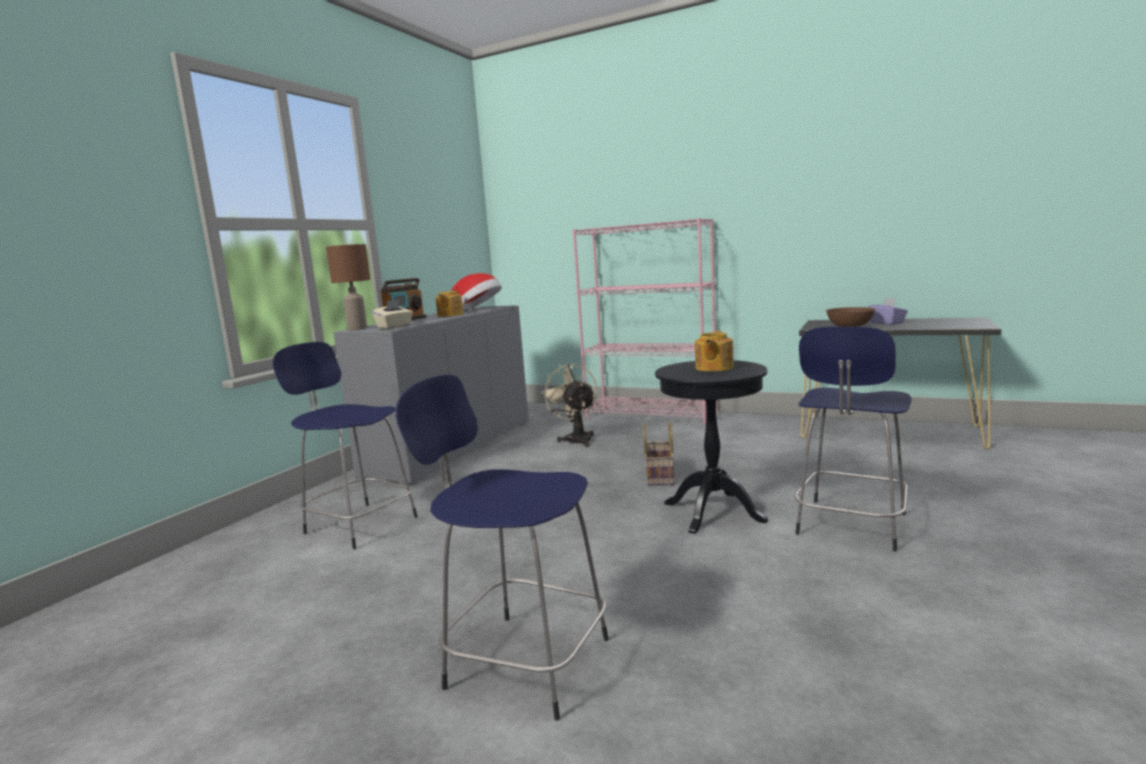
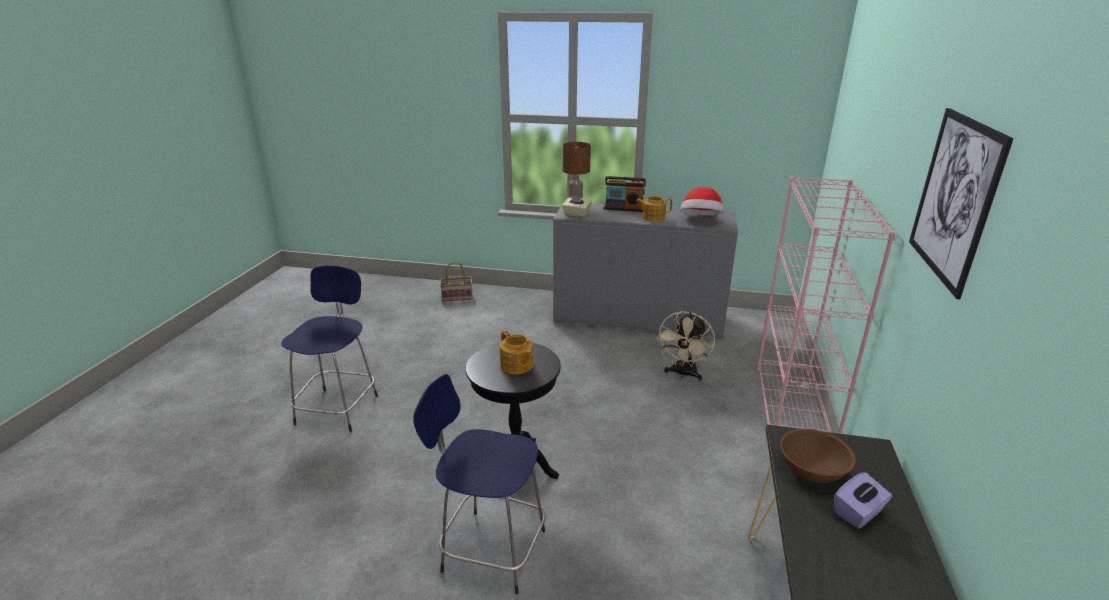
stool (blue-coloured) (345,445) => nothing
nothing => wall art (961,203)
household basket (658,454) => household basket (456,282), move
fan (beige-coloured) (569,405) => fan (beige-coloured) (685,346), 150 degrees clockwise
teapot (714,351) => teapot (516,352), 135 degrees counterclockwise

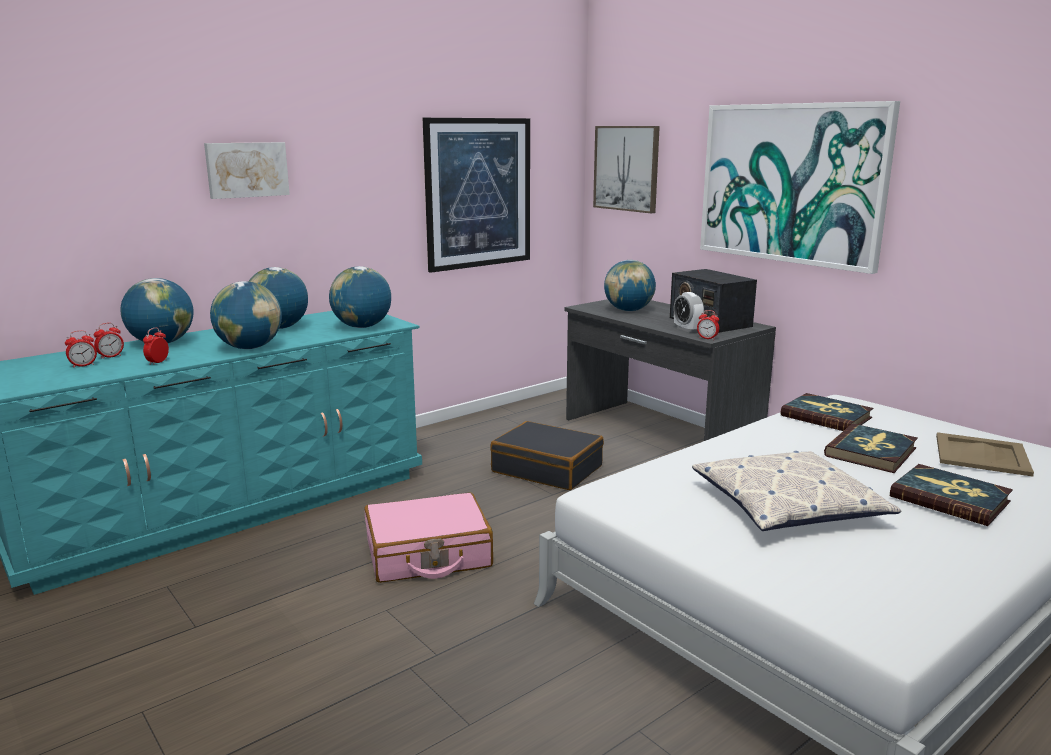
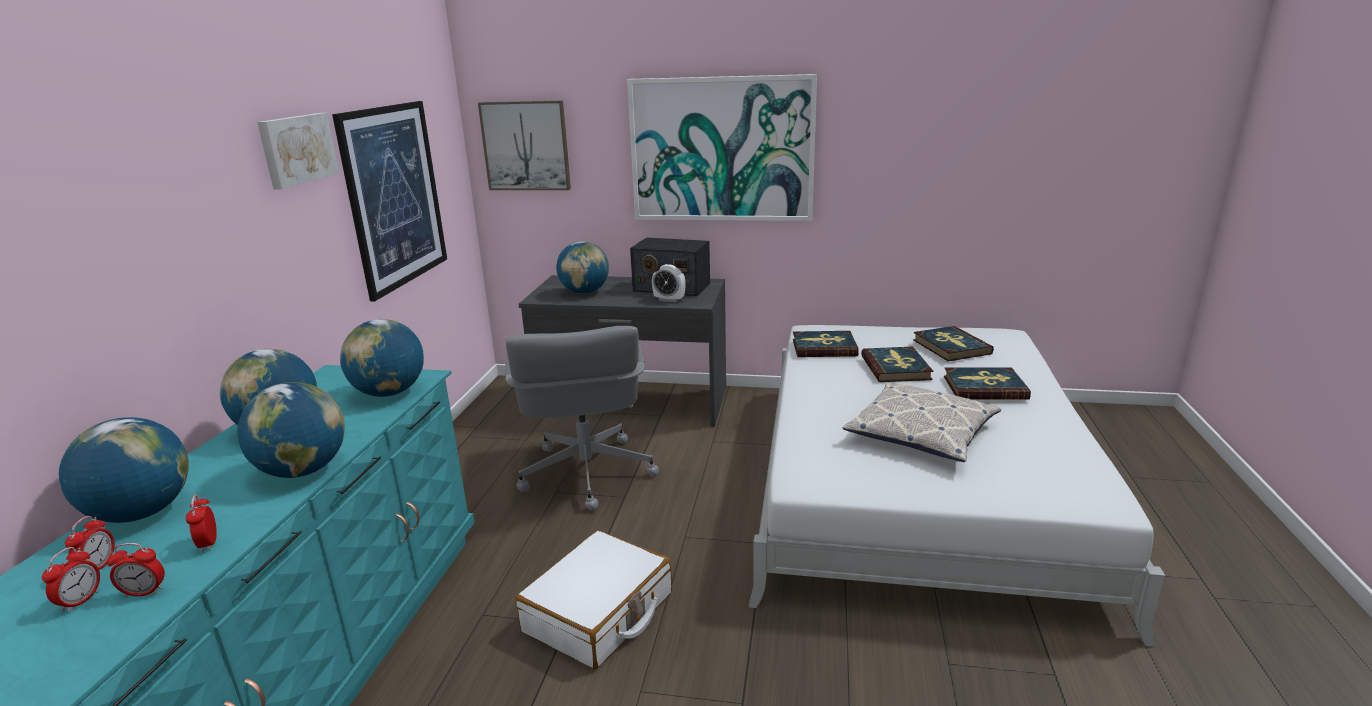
wall art (247,170) => wall art (298,151), move
alarm clock (708,325) => alarm clock (136,570), move
piece of luggage (black) (547,455) => desk chair (grey) (582,418)
tray (beige-coloured) (985,454) => book (953,343)
piece of luggage (pink-coloured) (428,537) => piece of luggage (white) (593,599)

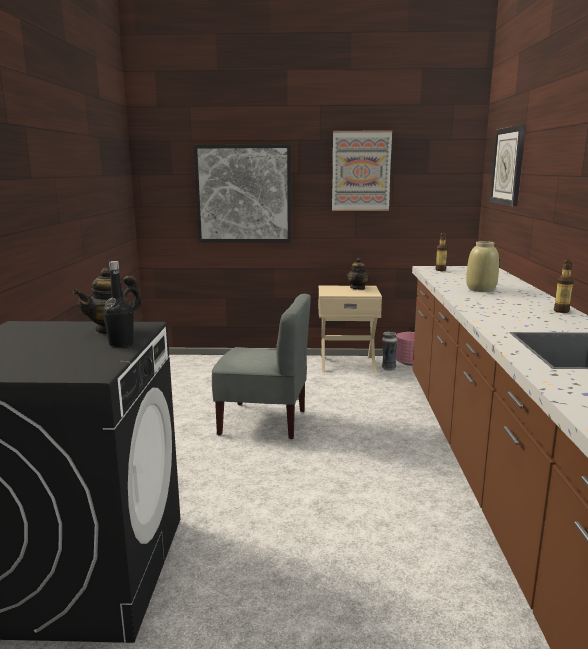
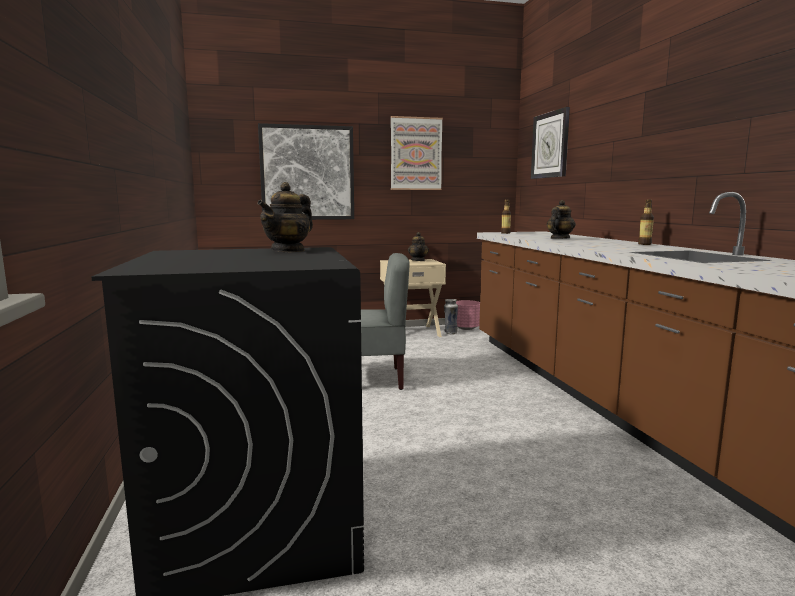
drink bottle (black) (118,304) => nothing
flower vase (beige-coloured) (482,266) => teapot (561,219)

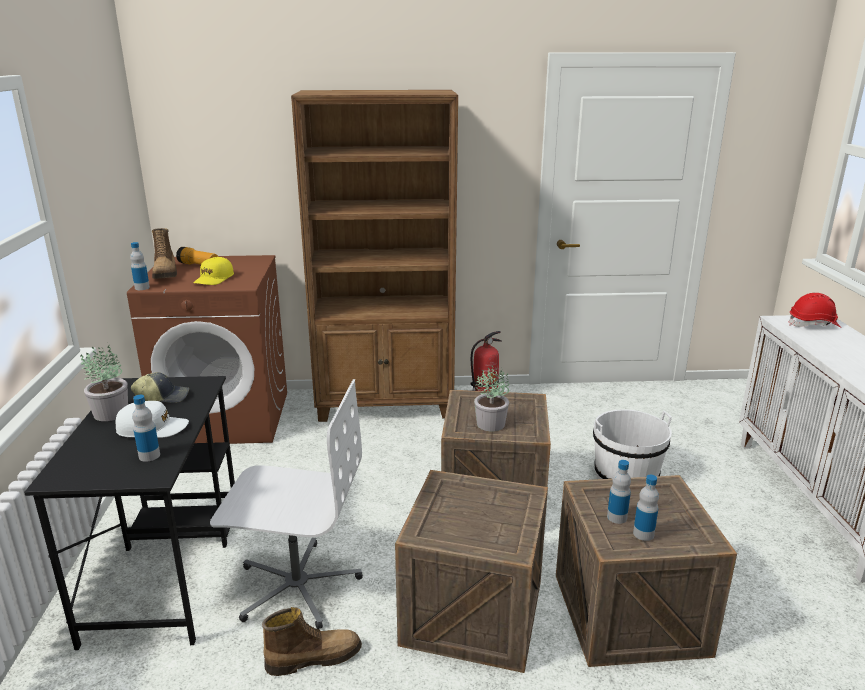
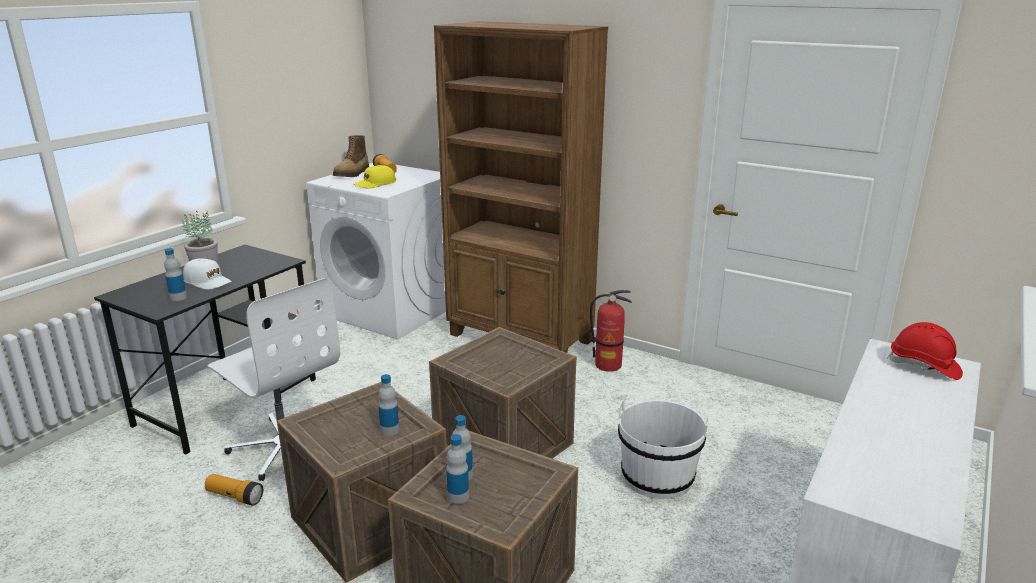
peaked cap (160,387) => nothing
plant in a pot (491,398) => nothing
drink bottle (140,266) => drink bottle (388,405), move
high-top boot (312,641) => flashlight (234,490)
washing machine (brownish) (207,349) => washing machine (white) (376,251)

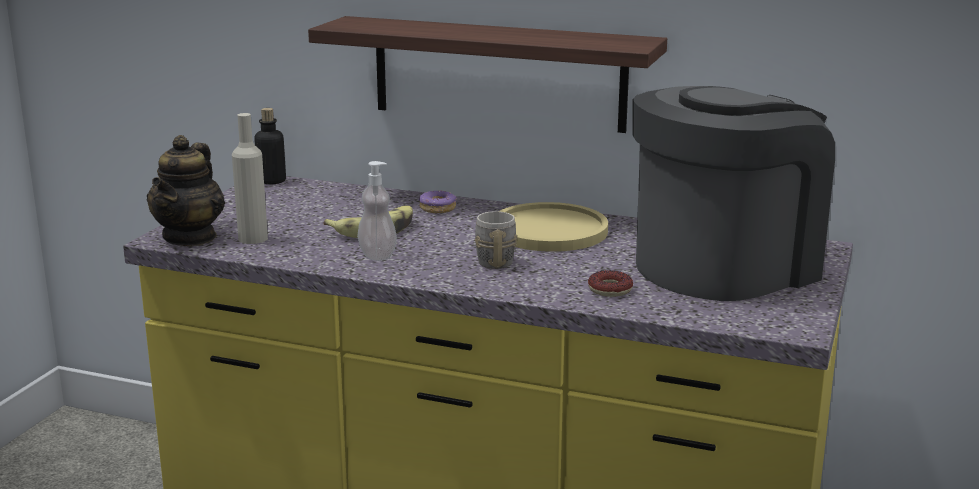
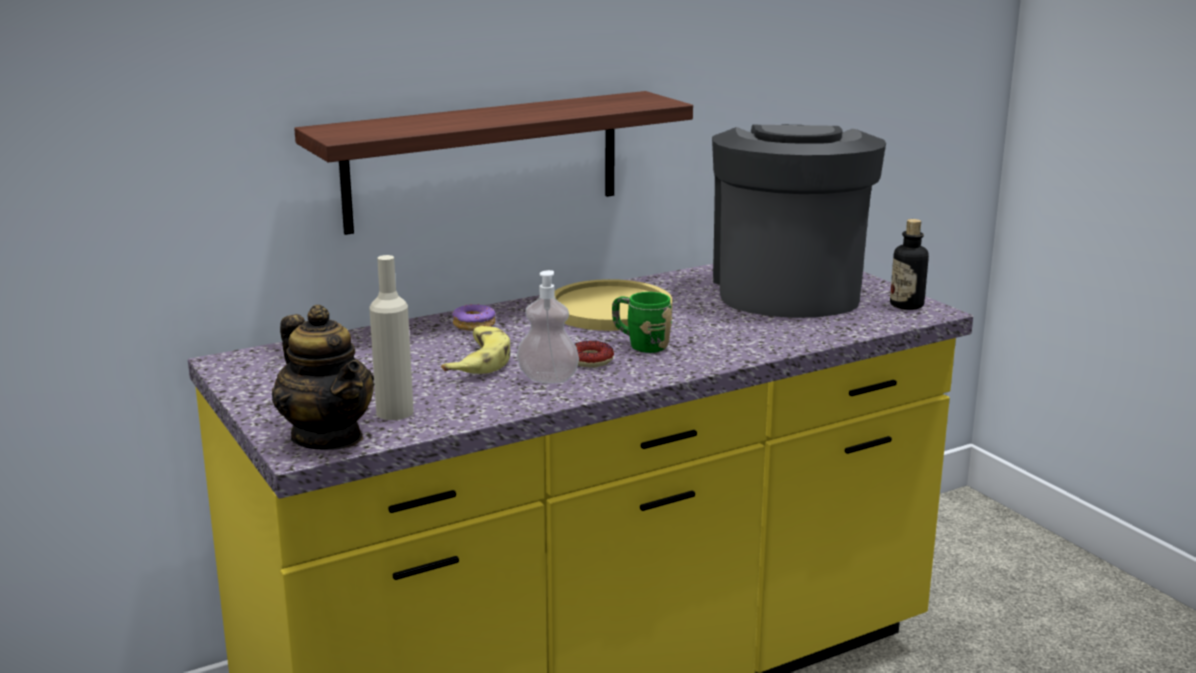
drink bottle (270,146) => drink bottle (909,264), move
ring doughnut (610,283) => ring doughnut (594,354), move
tea mug (grey) (496,240) => tea mug (green) (642,322)

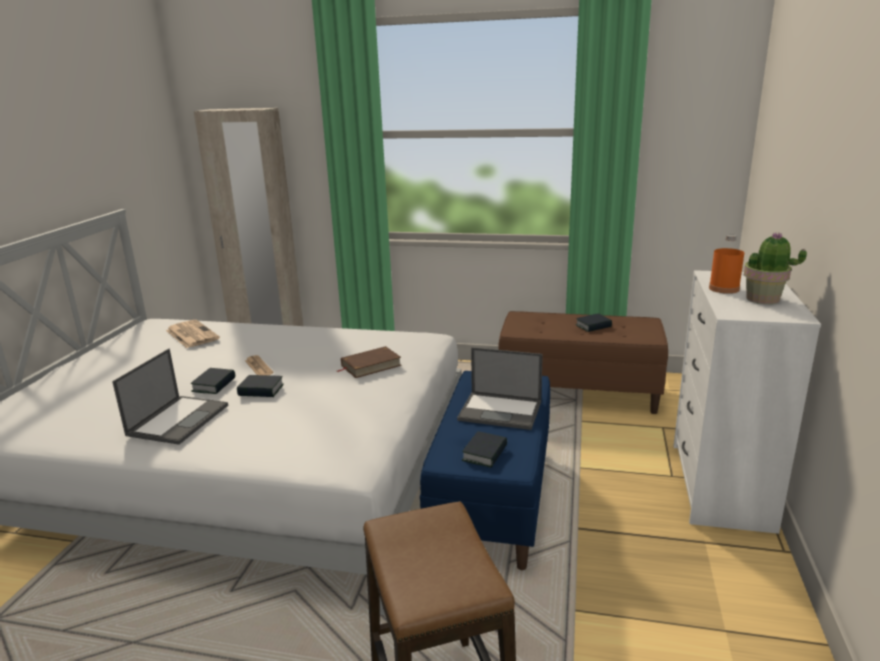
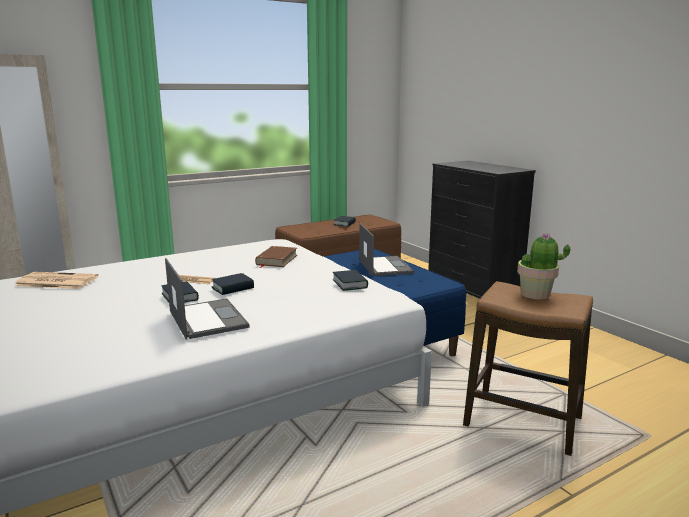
drink bottle (orange-coloured) (726,264) => nothing
book (484,449) => book (350,280), move
plant in a pot (775,268) => plant in a pot (543,266), move
chest of drawers (white) (747,402) => chest of drawers (black) (482,230)
portable computer (500,388) => portable computer (386,249), 75 degrees counterclockwise

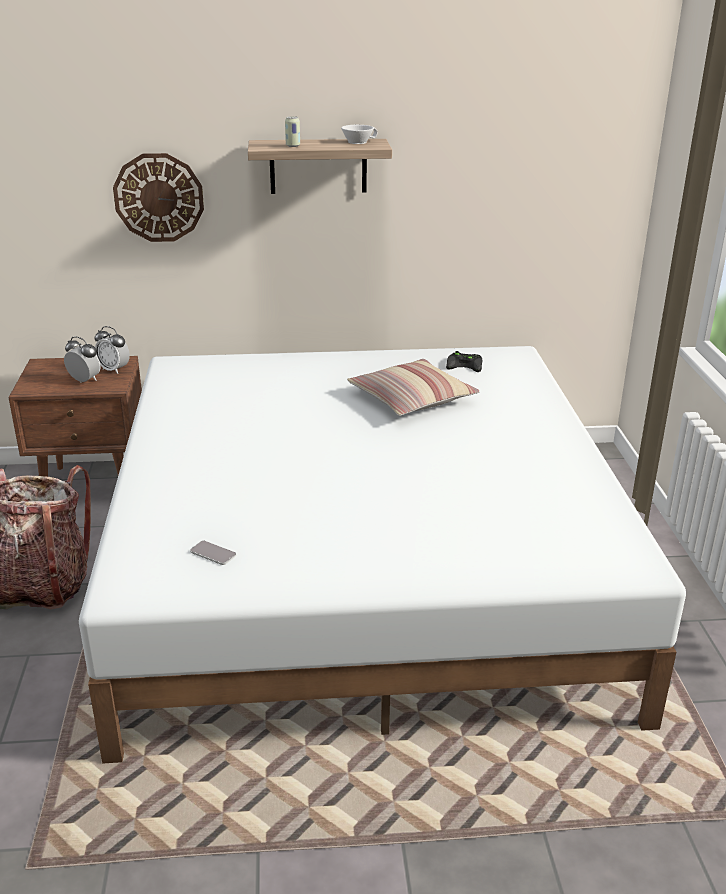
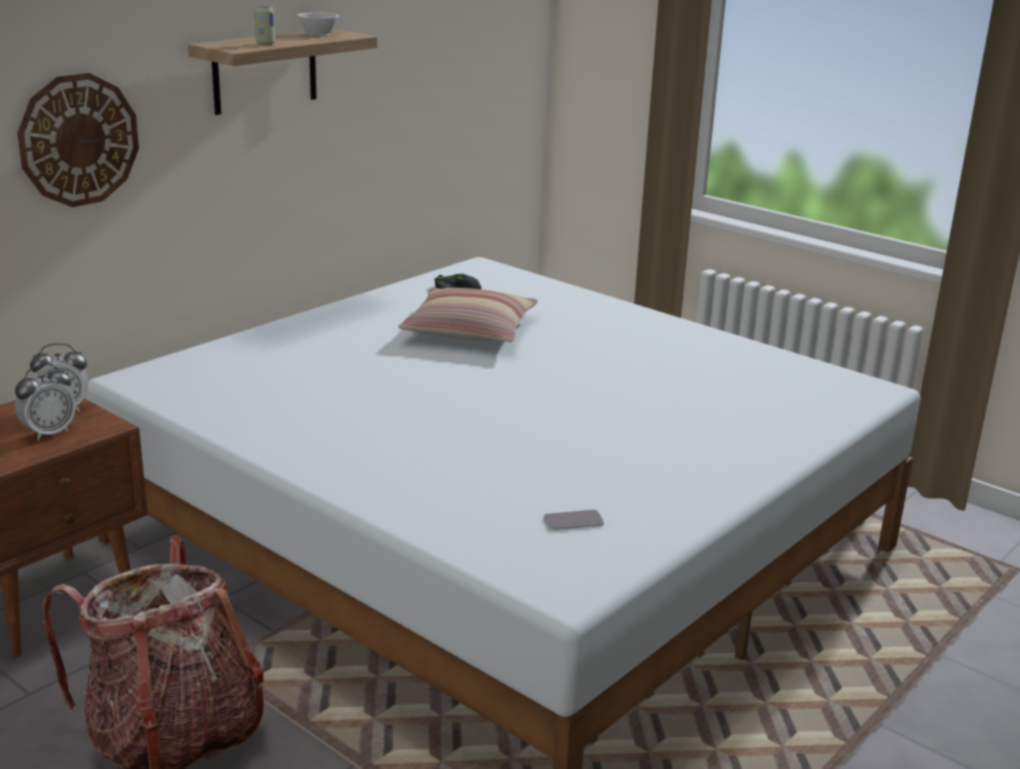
alarm clock (82,359) => alarm clock (45,402), 150 degrees clockwise

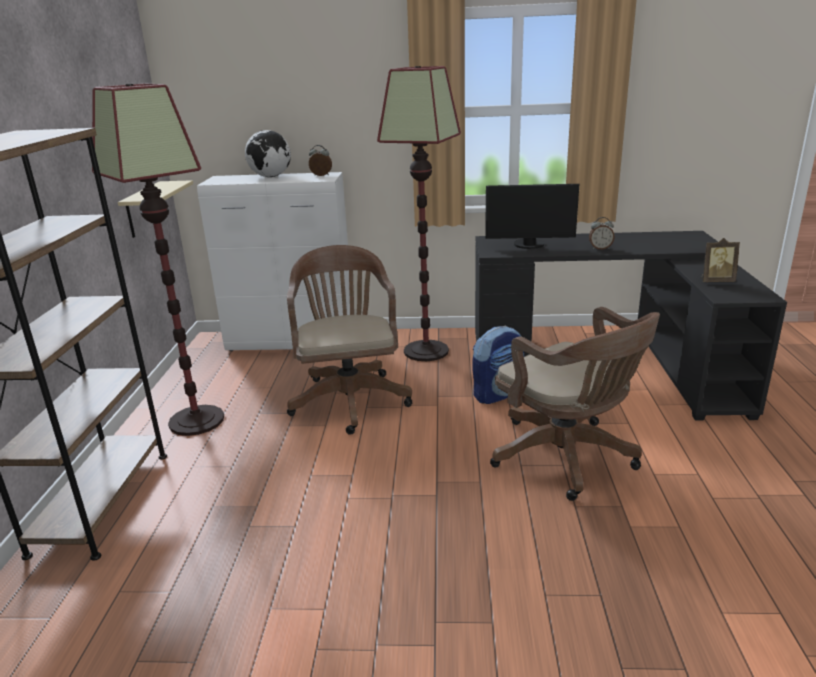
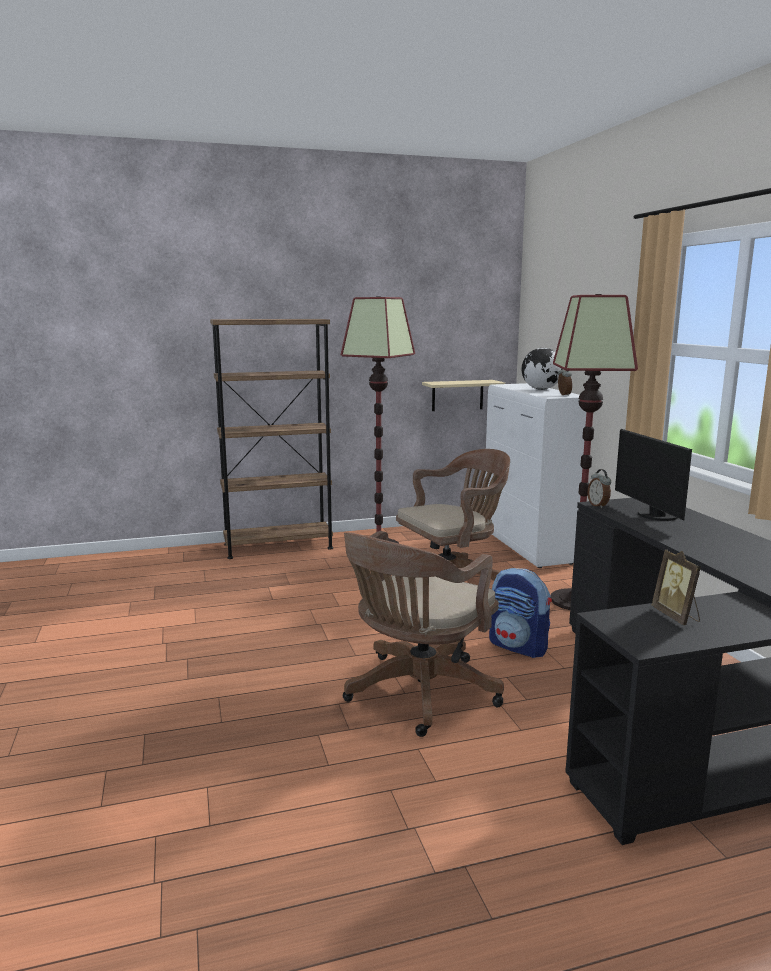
alarm clock (602,233) => alarm clock (599,489), move

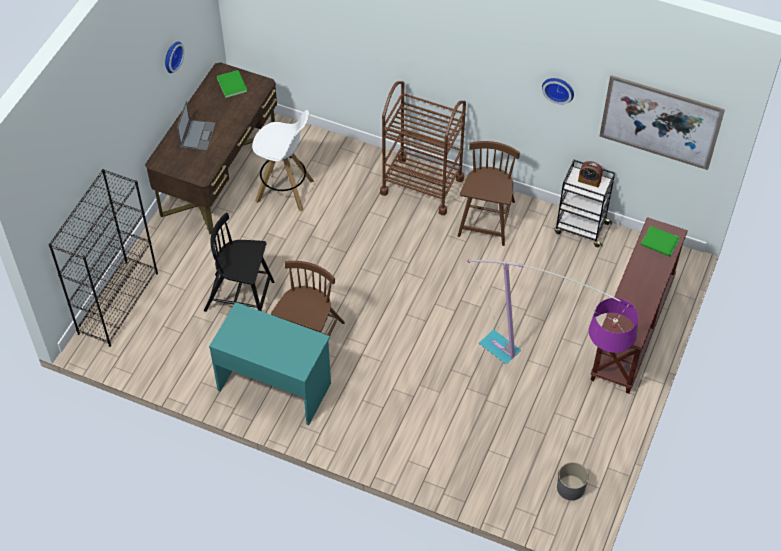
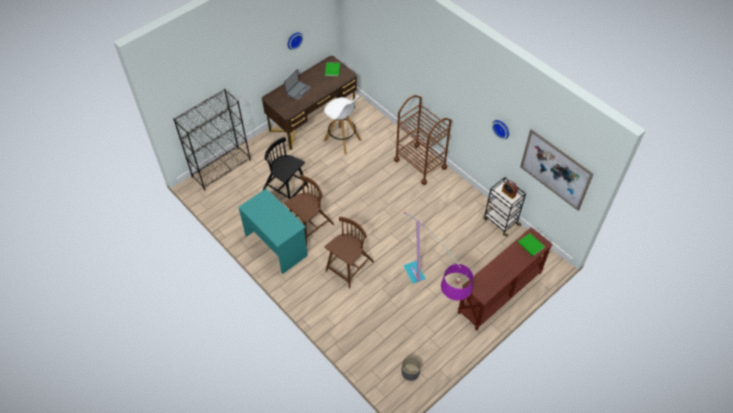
chair (brownish) (489,193) => chair (brownish) (349,252), move

